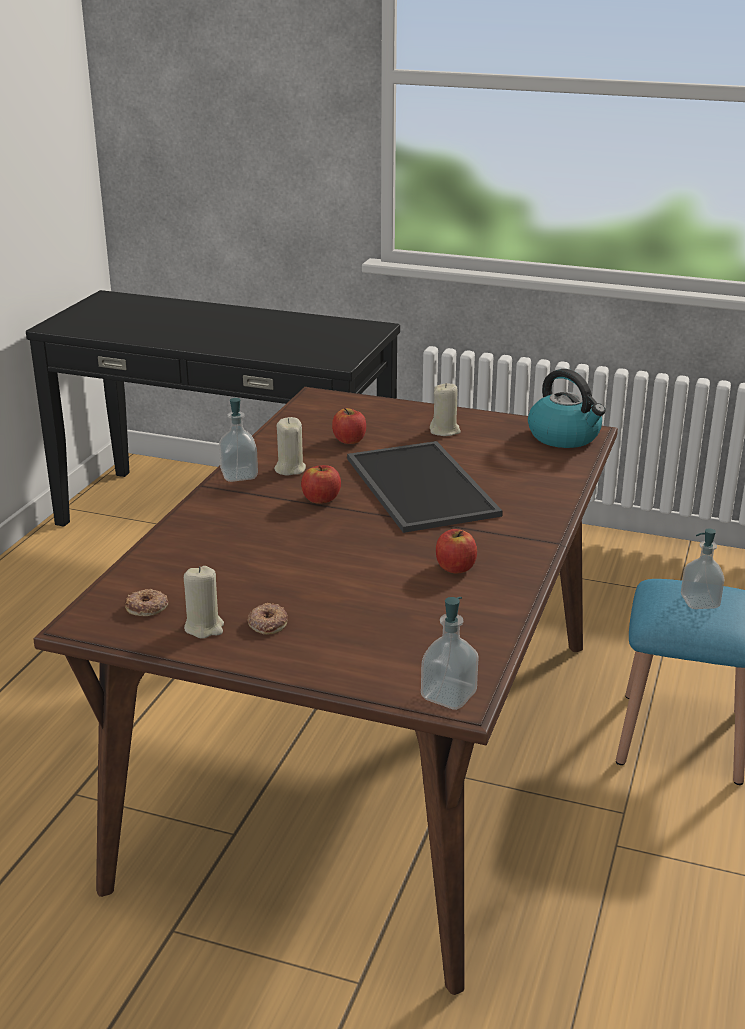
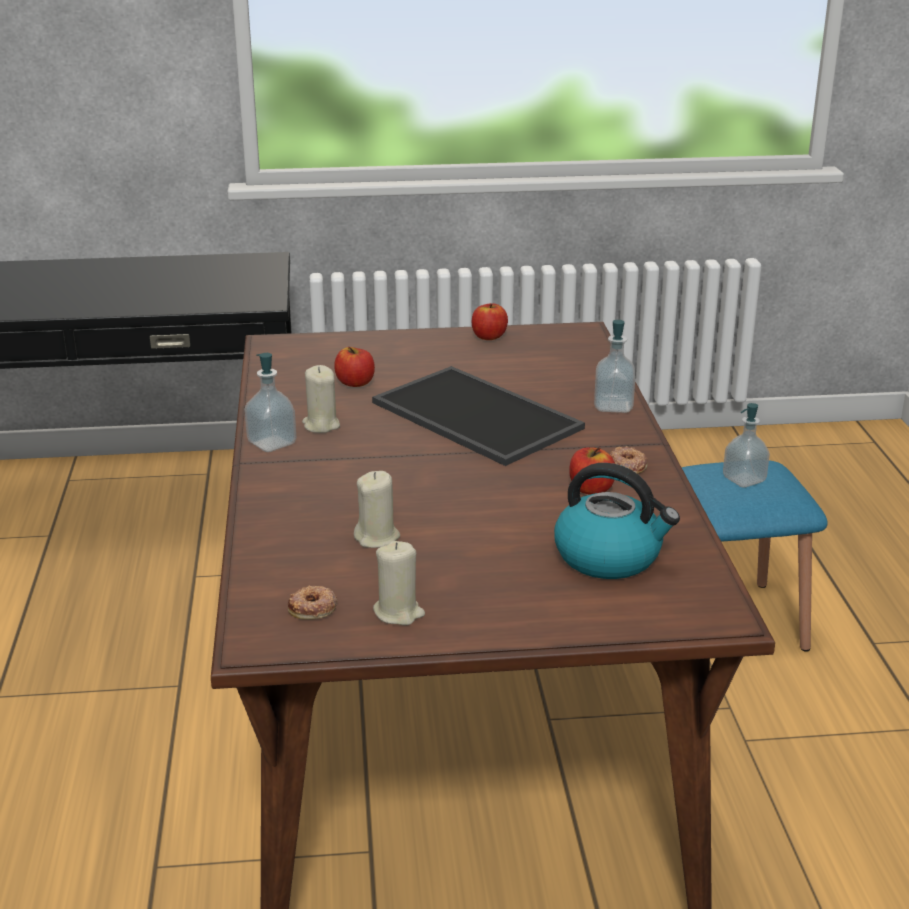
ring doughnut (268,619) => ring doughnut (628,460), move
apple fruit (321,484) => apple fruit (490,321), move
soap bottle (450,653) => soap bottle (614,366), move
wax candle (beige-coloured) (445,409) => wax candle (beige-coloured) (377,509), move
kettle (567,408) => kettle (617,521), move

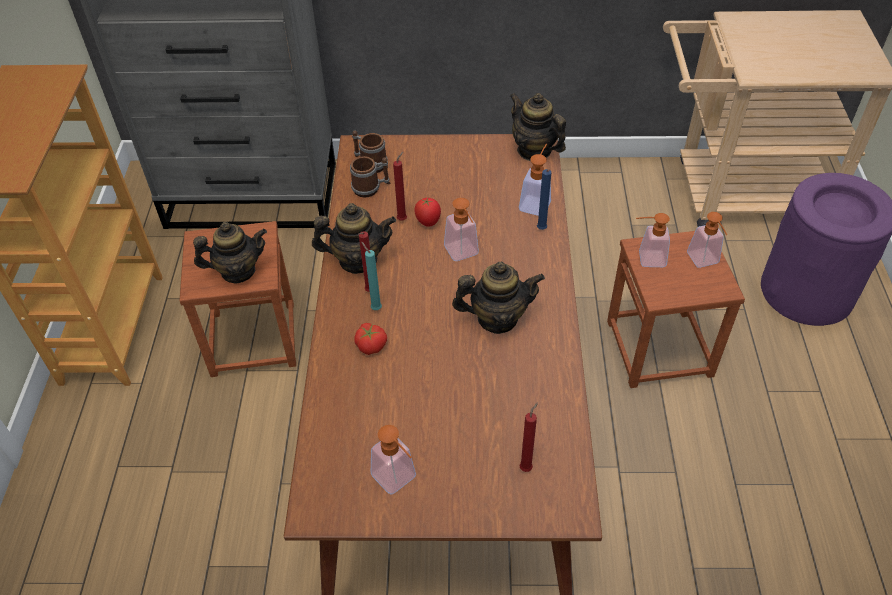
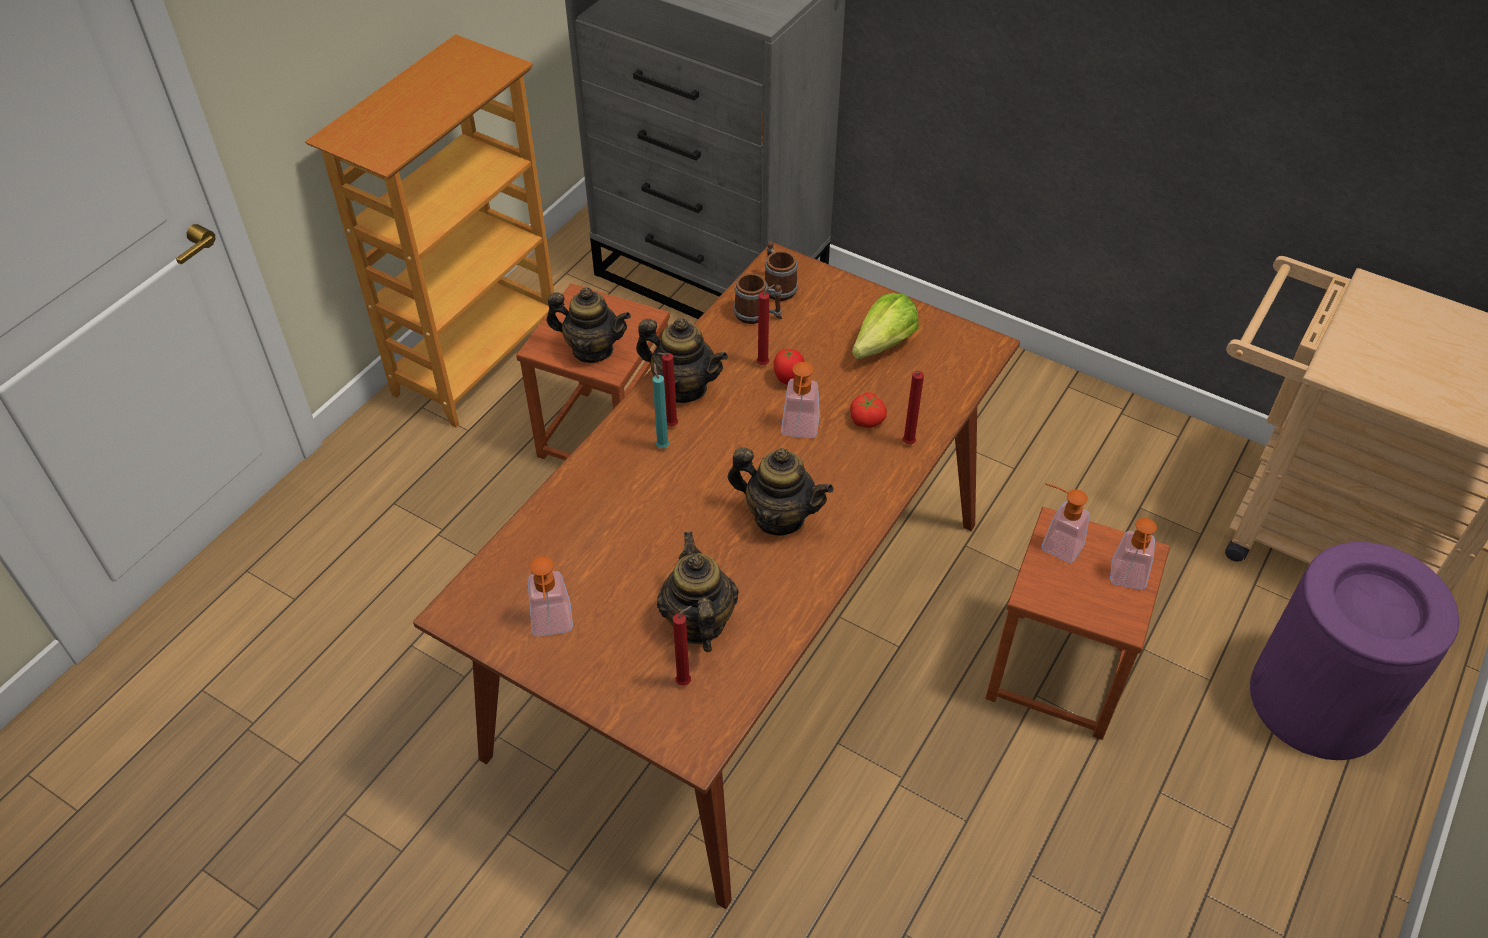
soap bottle (535,179) => nothing
nothing => lettuce (885,326)
tomato (370,339) => tomato (868,410), move
teapot (538,127) => teapot (698,592), move
wax candle (blue-coloured) (544,199) => wax candle (red) (913,407)

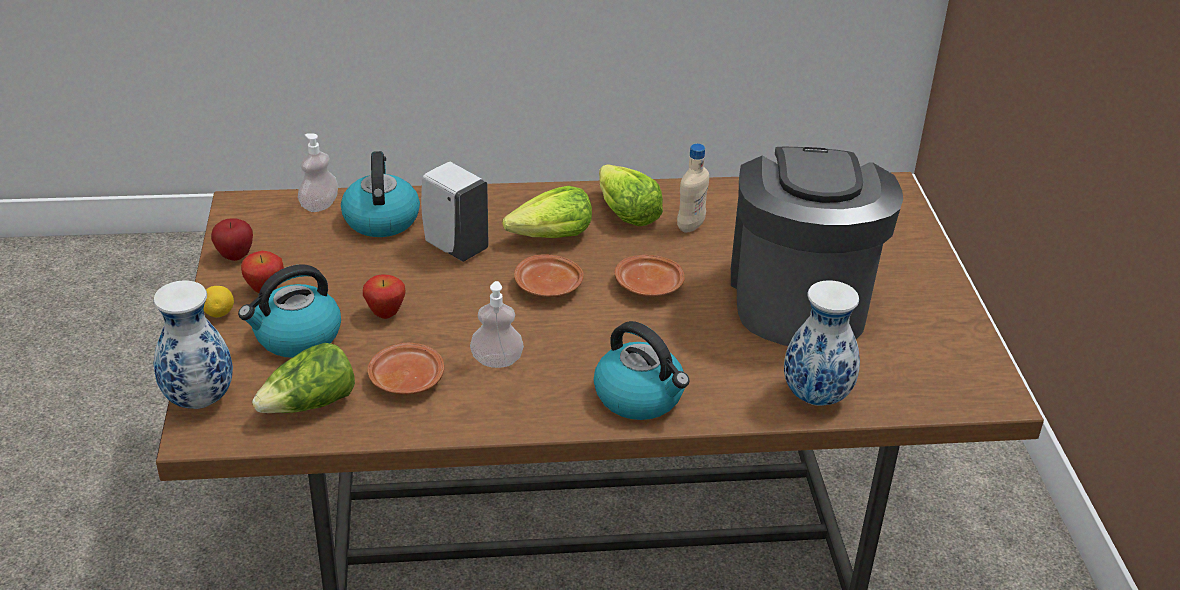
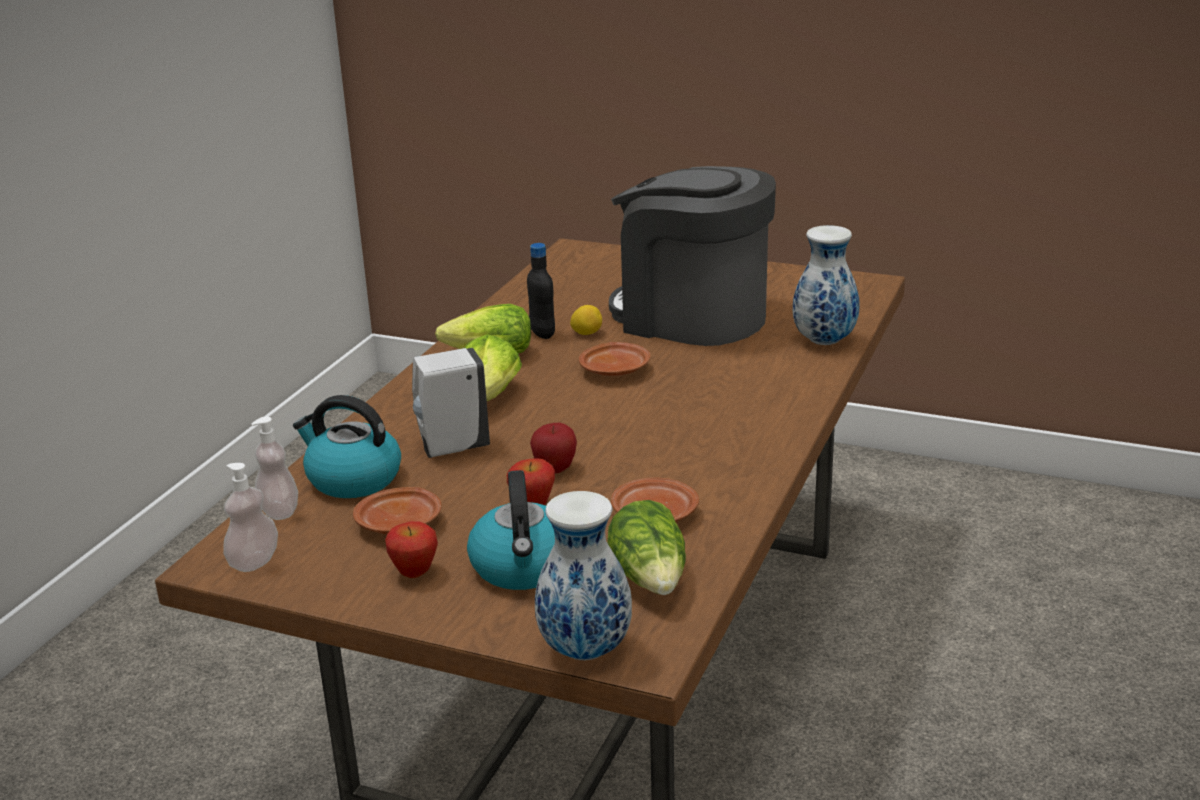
kettle (642,370) => nothing
citrus fruit (219,301) => citrus fruit (586,320), move
apple fruit (232,239) => apple fruit (553,448), move
soap bottle (497,324) => soap bottle (250,517), move
dinner plate (brownish) (549,275) => dinner plate (brownish) (397,510), move
drink bottle (beige-coloured) (693,188) => drink bottle (black) (541,291)

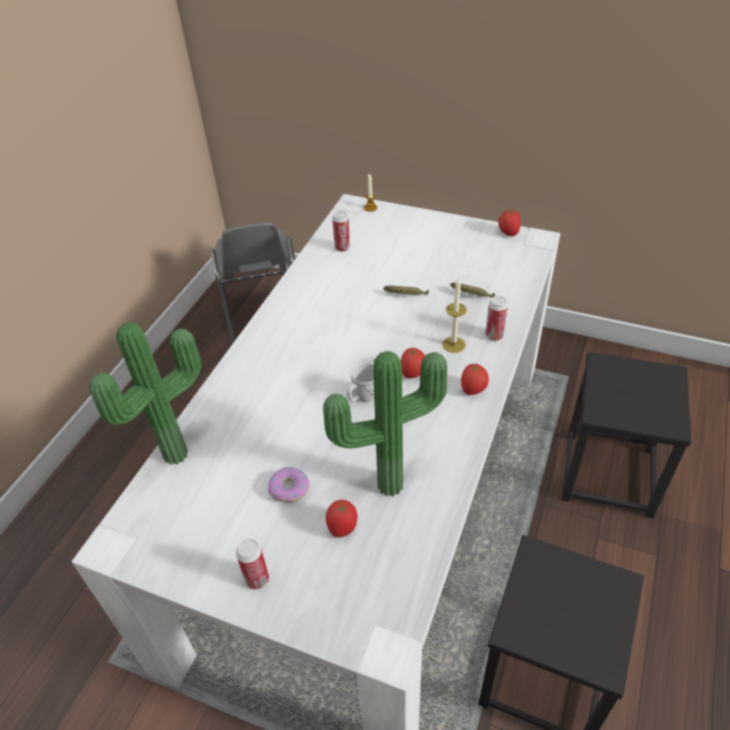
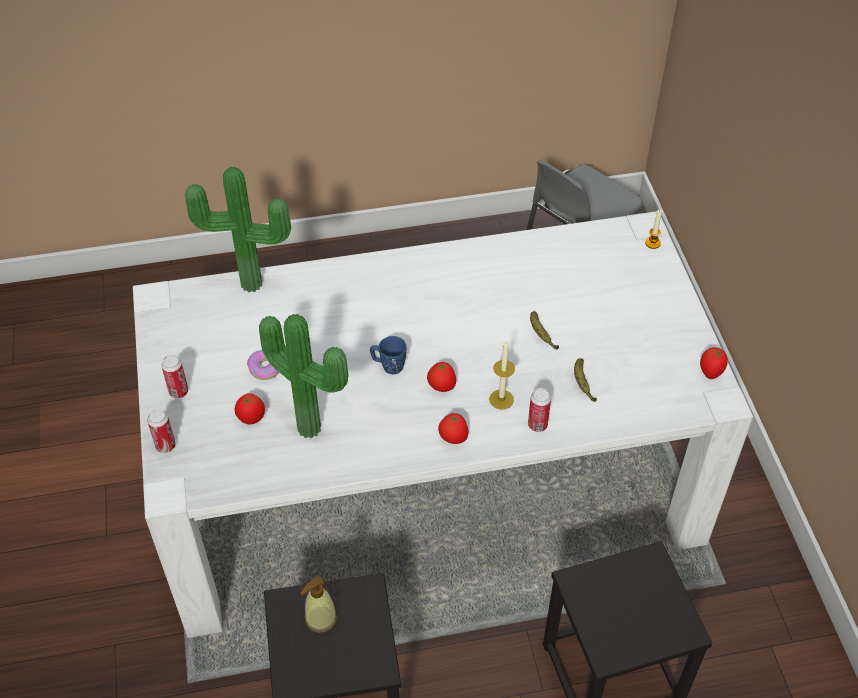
nothing => soap bottle (318,604)
can (341,231) => can (161,431), move
tea mug (white) (360,383) => tea mug (blue-coloured) (388,355)

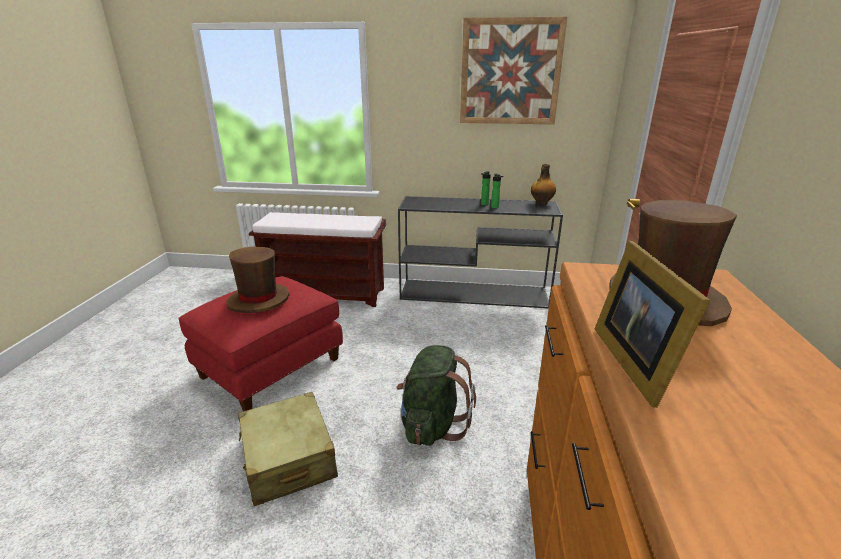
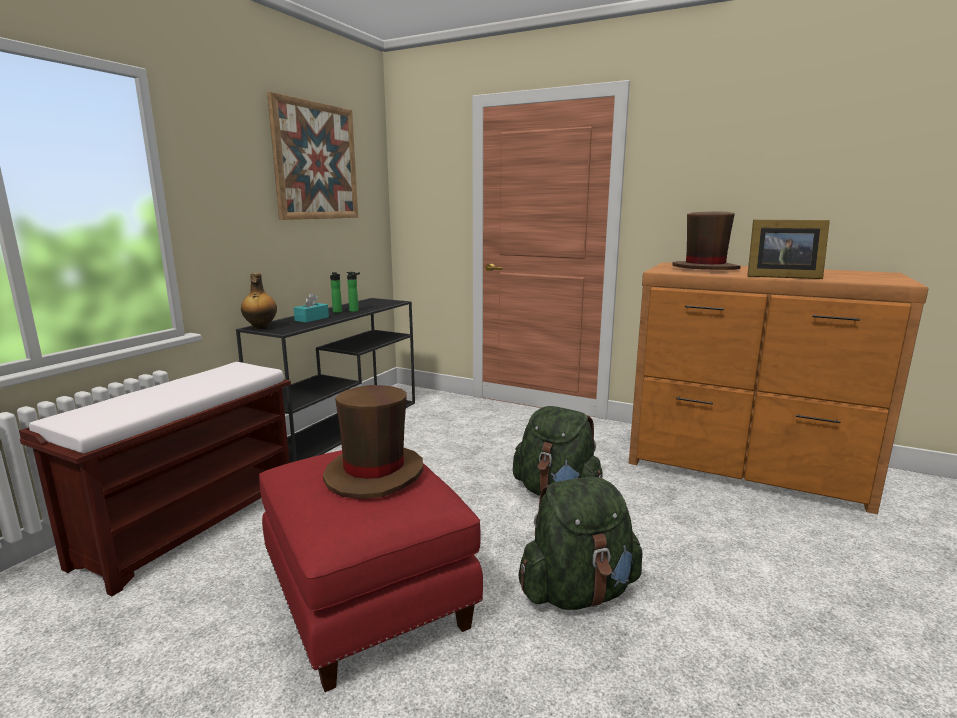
nothing => box of tissues (turquoise) (311,308)
drink bottle (543,184) => drink bottle (259,301), move
piece of luggage (beige-coloured) (288,449) => knapsack (green) (580,543)

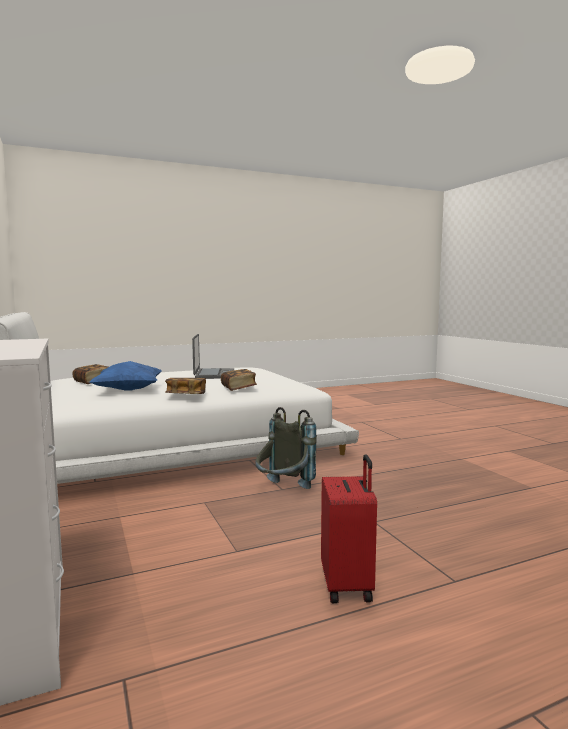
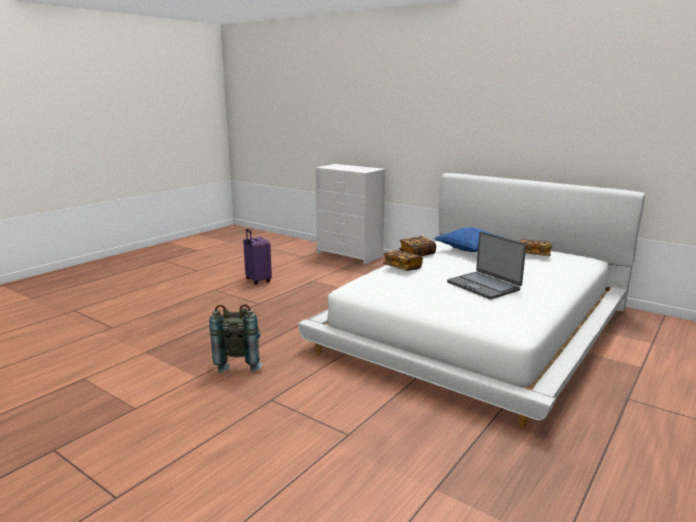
knapsack (grey) (286,448) => knapsack (grey) (236,338), move
piece of luggage (red) (349,528) => piece of luggage (purplish) (257,257)

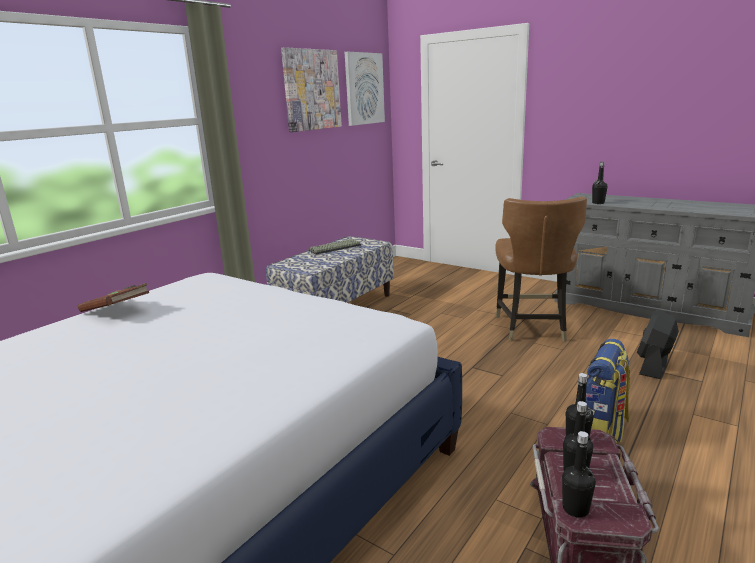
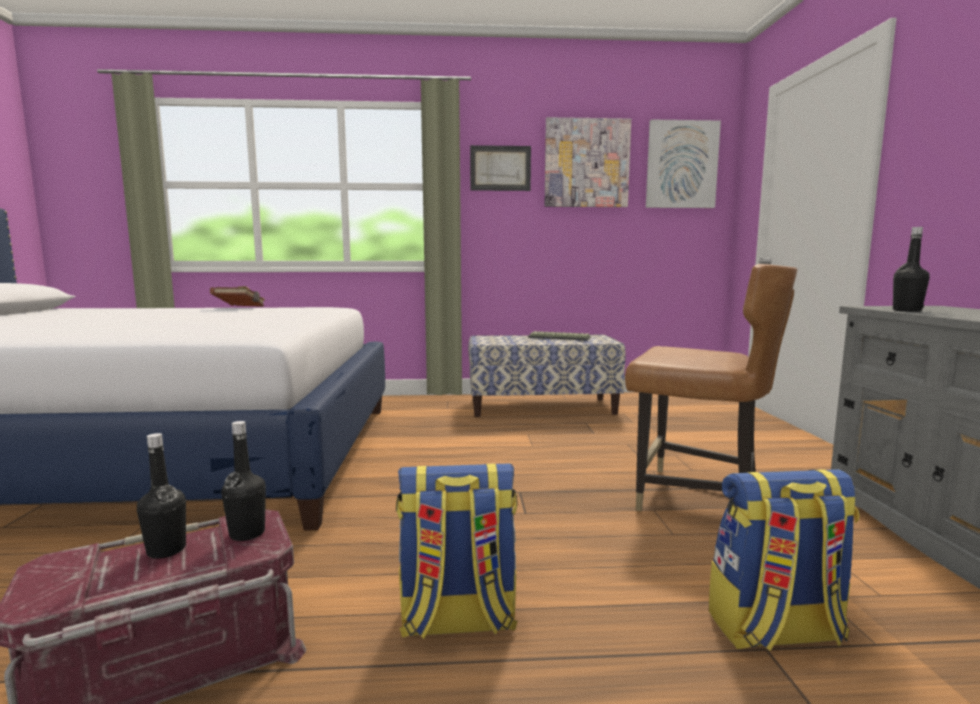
drink bottle (black) (579,474) => nothing
nothing => wall art (500,168)
fan (black) (658,344) => knapsack (784,560)
chair (brownish) (541,269) => chair (brownish) (711,387), 120 degrees counterclockwise

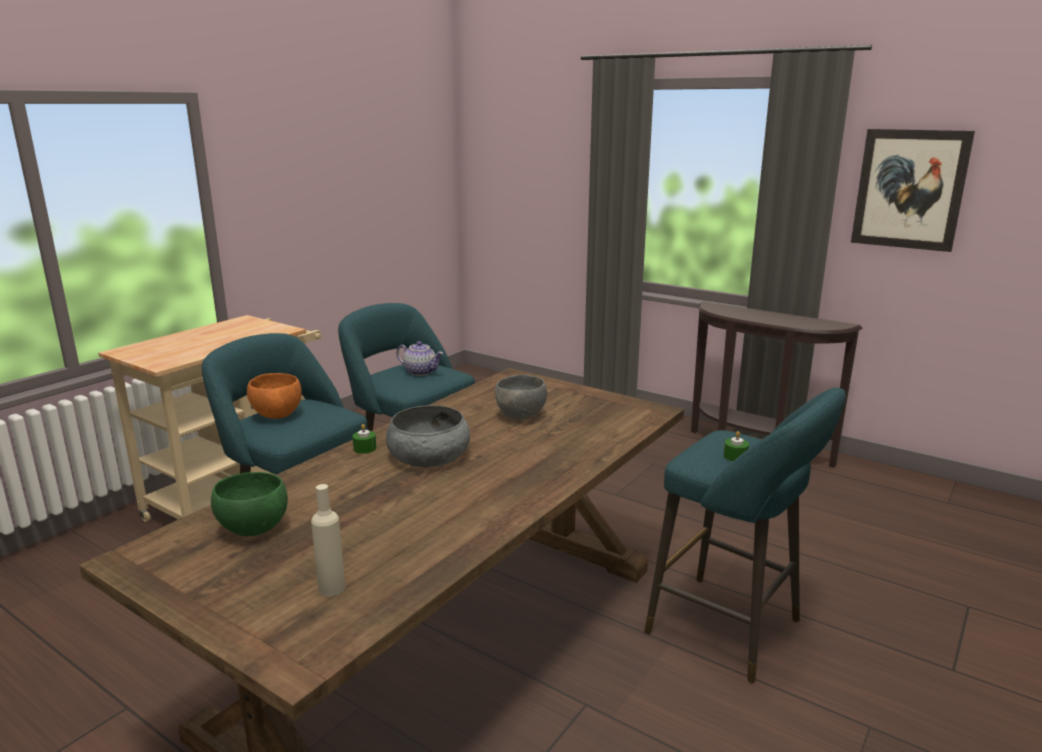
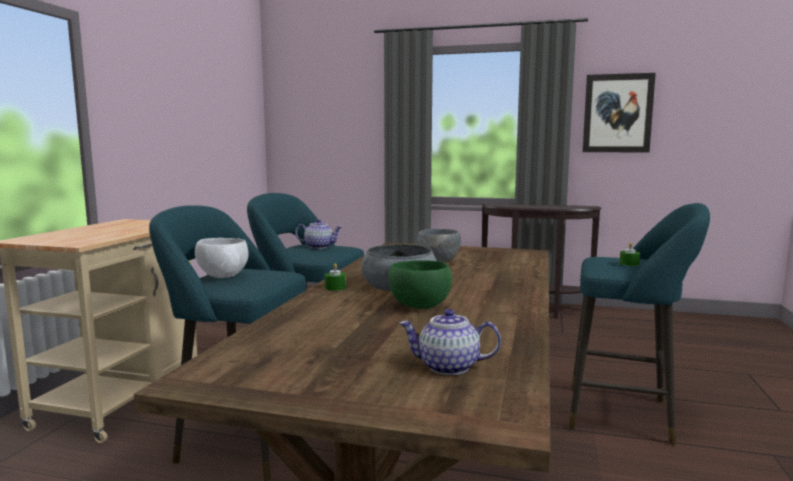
serving bowl (green) (249,504) => serving bowl (green) (420,284), move
drink bottle (beige-coloured) (328,540) => teapot (450,342)
serving bowl (orange-coloured) (274,396) => serving bowl (white) (222,258)

